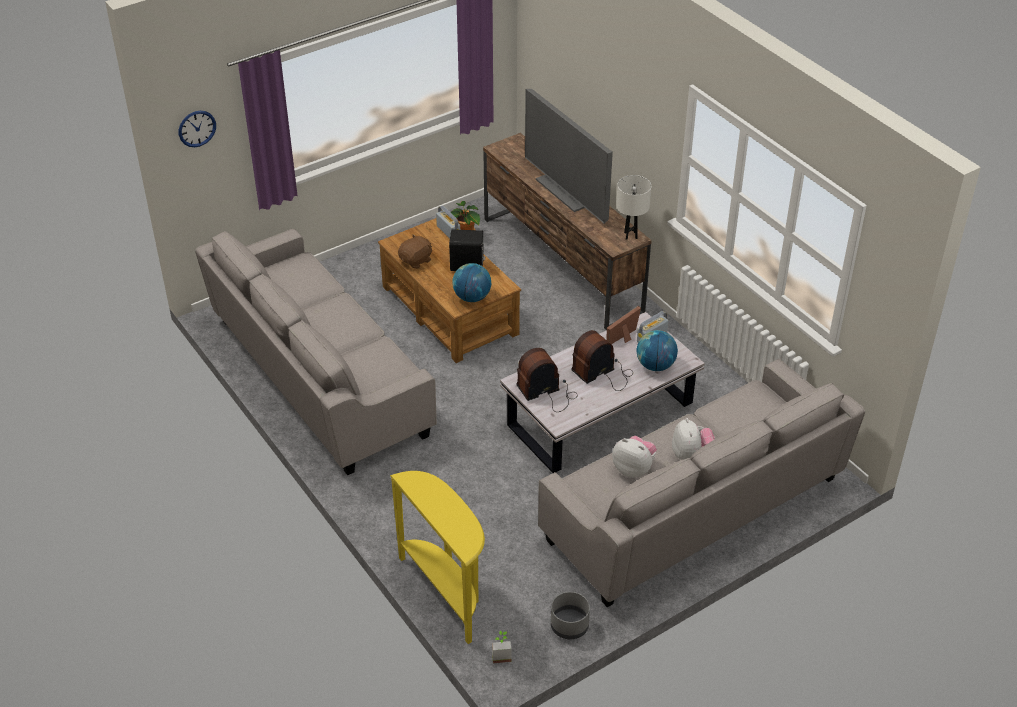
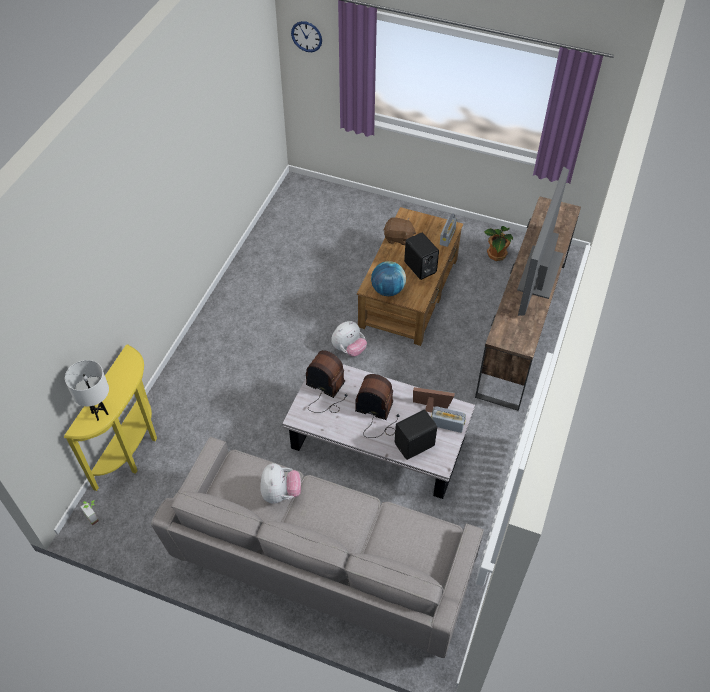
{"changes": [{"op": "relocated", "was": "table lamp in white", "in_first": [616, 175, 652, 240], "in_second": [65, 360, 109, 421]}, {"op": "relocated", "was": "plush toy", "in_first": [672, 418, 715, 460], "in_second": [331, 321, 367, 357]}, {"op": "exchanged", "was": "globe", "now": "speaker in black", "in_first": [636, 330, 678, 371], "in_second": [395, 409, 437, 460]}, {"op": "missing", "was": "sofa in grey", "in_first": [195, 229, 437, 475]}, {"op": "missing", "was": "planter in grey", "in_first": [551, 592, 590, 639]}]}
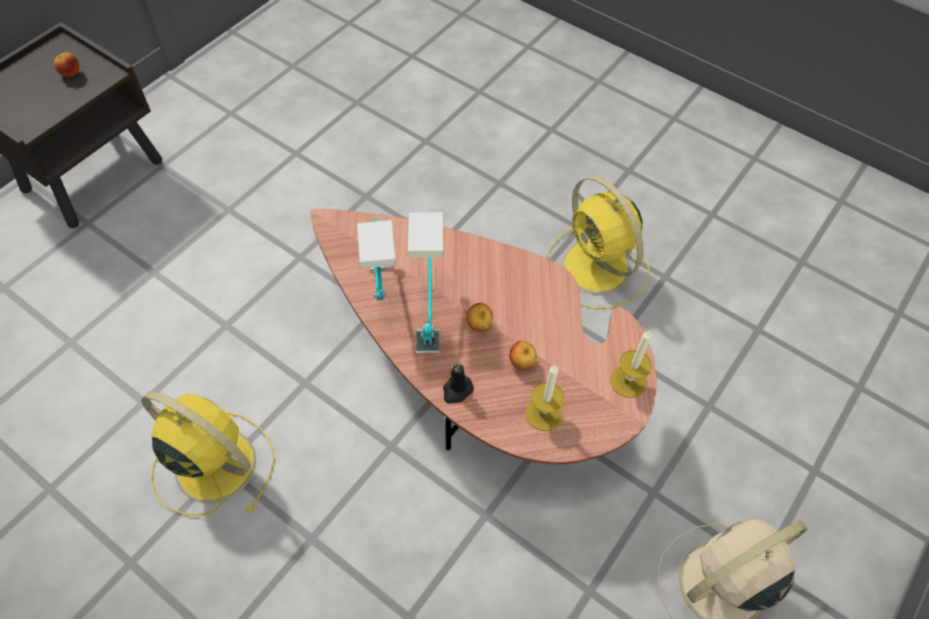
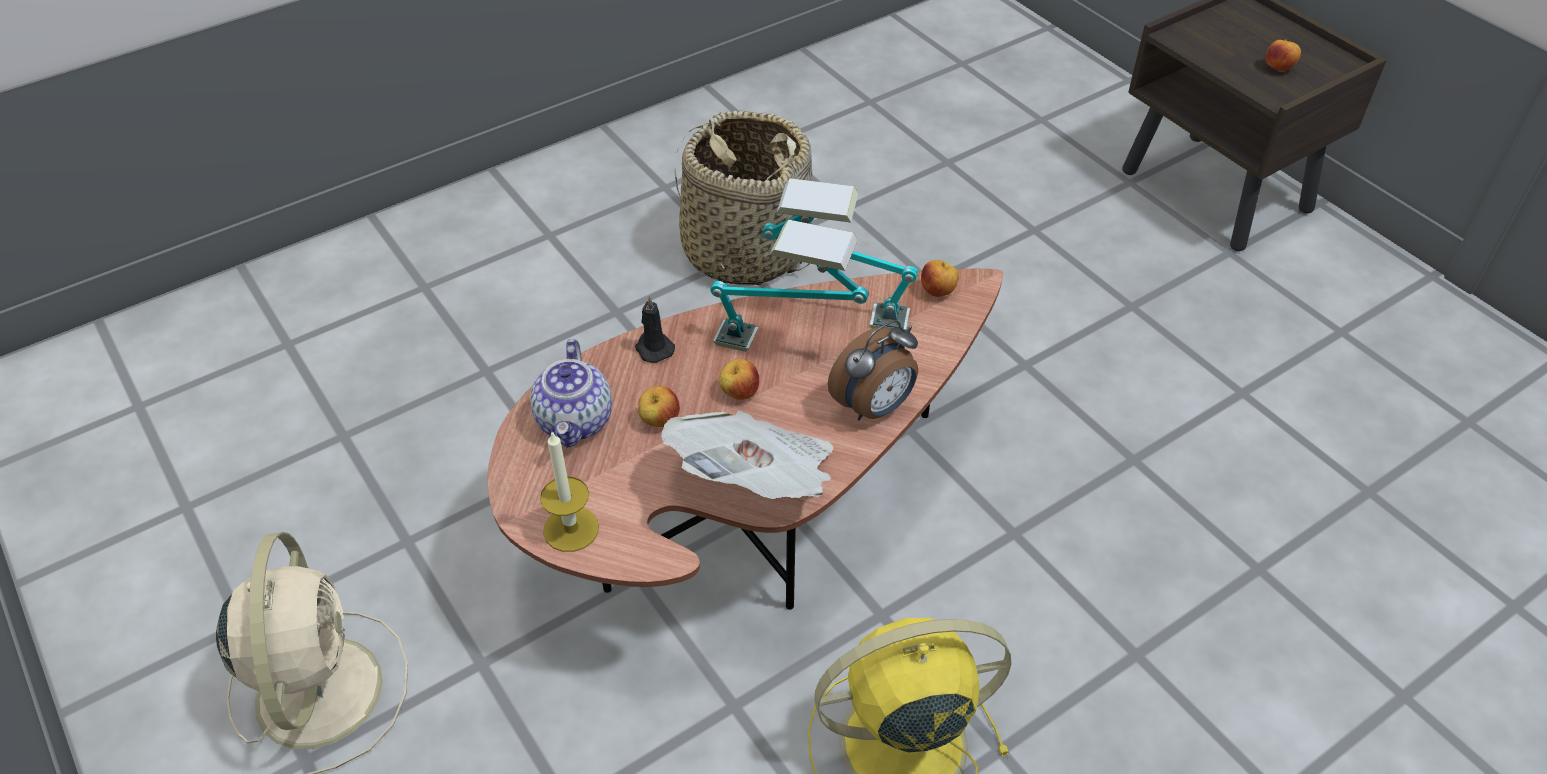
{"changes": [{"op": "exchanged", "was": "candle", "now": "teapot", "in_first": [525, 365, 564, 431], "in_second": [530, 339, 612, 448]}, {"op": "appeared", "now": "newspaper", "in_second": [661, 411, 834, 499]}, {"op": "exchanged", "was": "fan in yellow", "now": "basket", "in_first": [141, 391, 275, 515], "in_second": [674, 110, 813, 286]}, {"op": "appeared", "now": "alarm clock", "in_second": [828, 320, 918, 421]}, {"op": "appeared", "now": "apple", "in_second": [921, 260, 959, 297]}]}
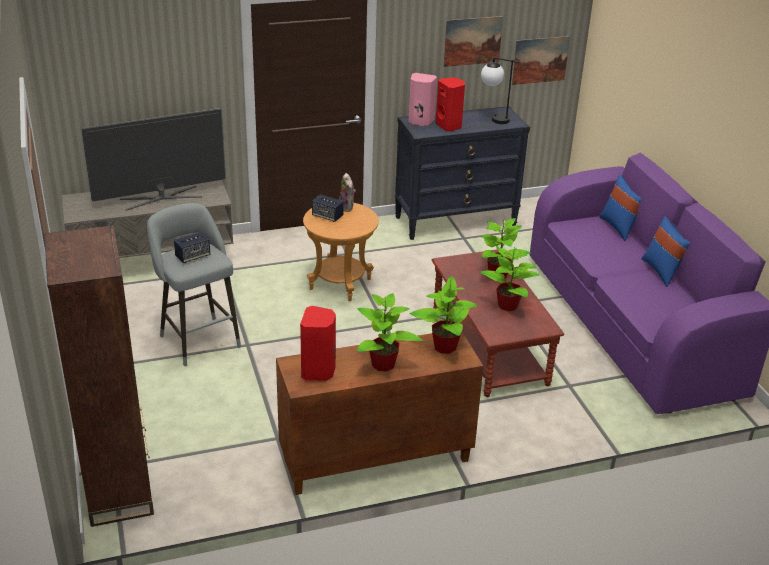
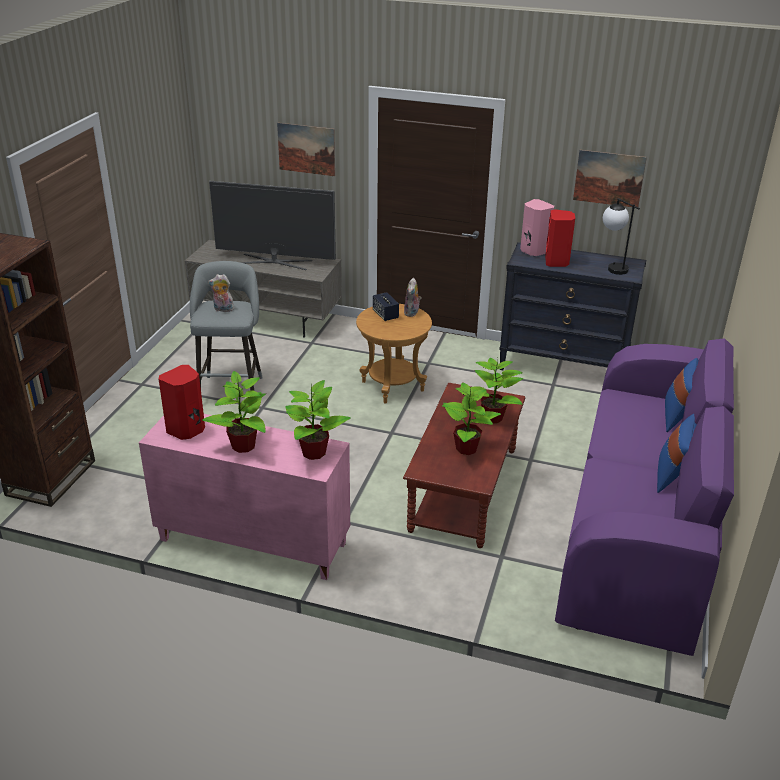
{"changes": [{"op": "colour", "was": "cabinet in brown", "now": "cabinet in pink", "in_first": [276, 332, 483, 495], "in_second": [139, 414, 350, 580]}, {"op": "exchanged", "was": "speaker", "now": "plush toy", "in_first": [174, 232, 210, 263], "in_second": [208, 274, 234, 312]}, {"op": "relocated", "was": "picture", "in_first": [512, 36, 570, 85], "in_second": [277, 122, 335, 176]}]}
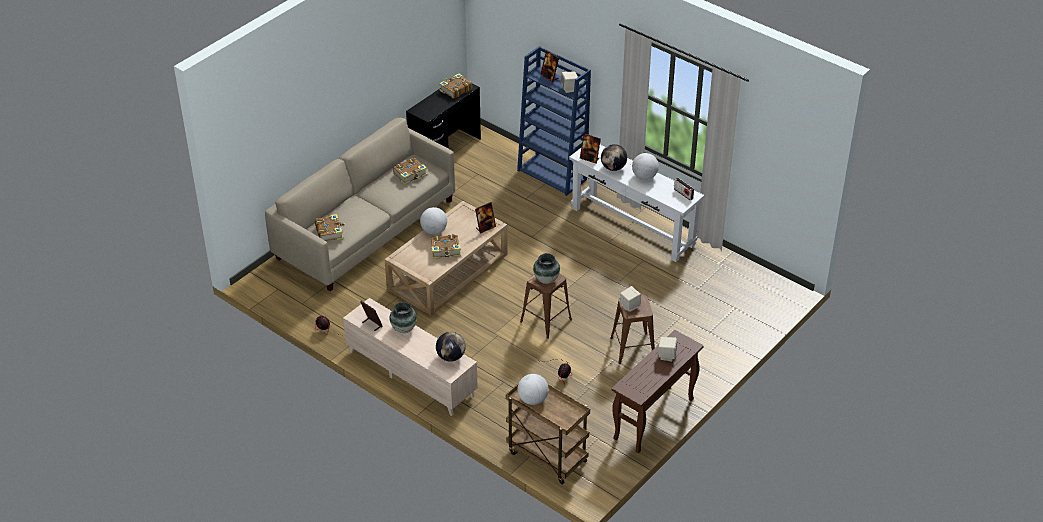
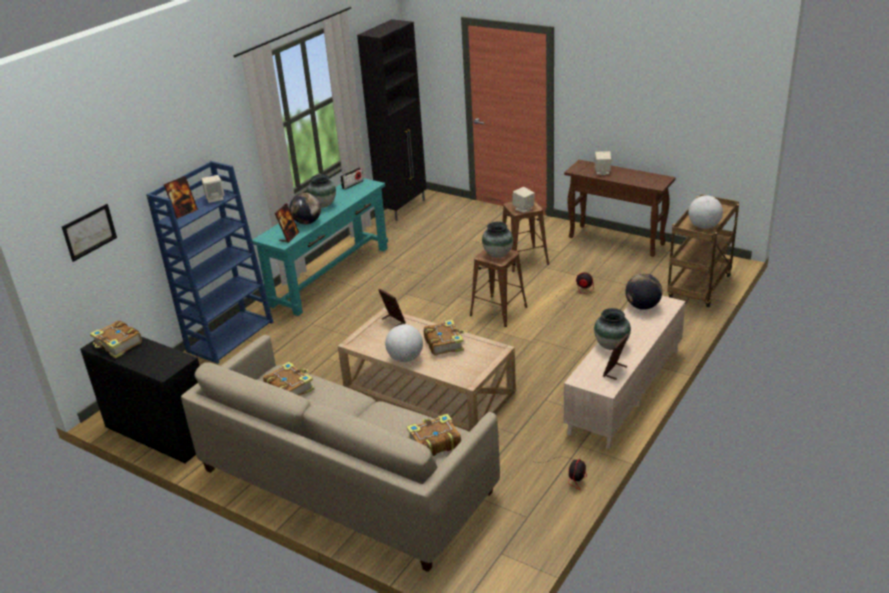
{"changes": [{"op": "appeared", "now": "picture", "in_second": [62, 204, 117, 262]}, {"op": "colour", "was": "console table in white", "now": "console table in turquoise", "in_first": [569, 145, 704, 262], "in_second": [252, 178, 388, 316]}, {"op": "exchanged", "was": "globe", "now": "vase", "in_first": [632, 153, 659, 180], "in_second": [307, 174, 336, 208]}, {"op": "appeared", "now": "cabinet in black", "in_second": [357, 19, 427, 221]}]}
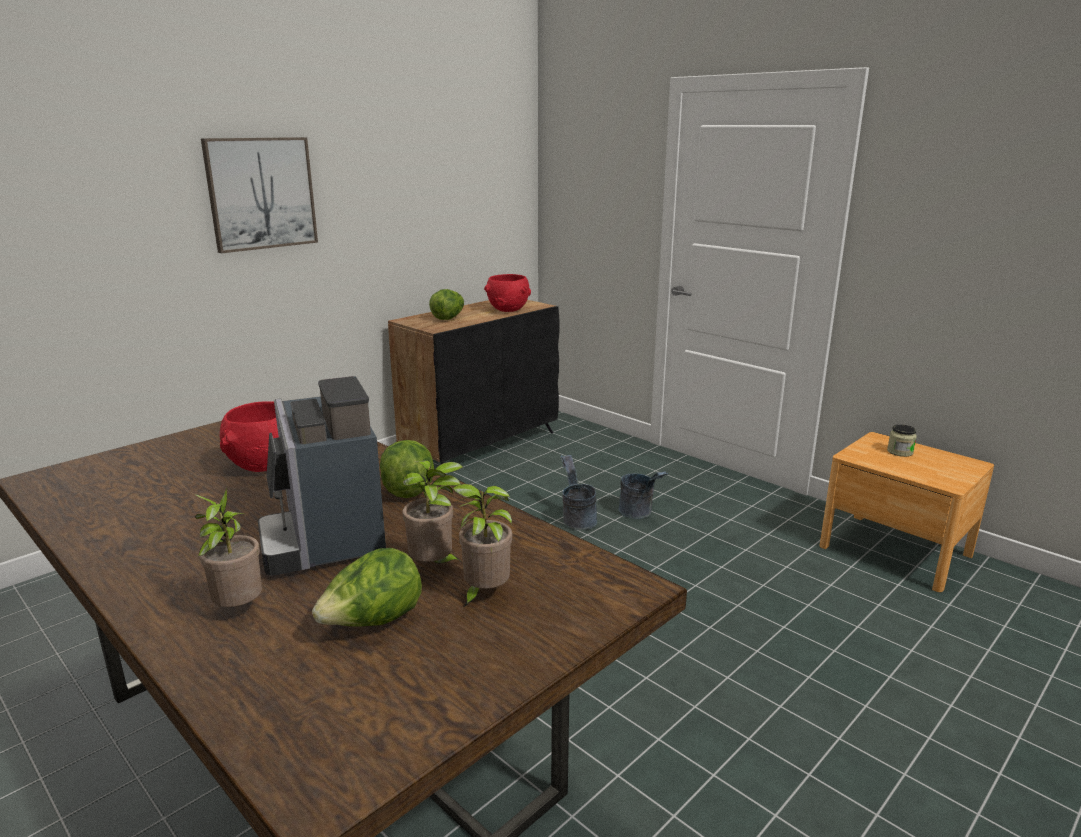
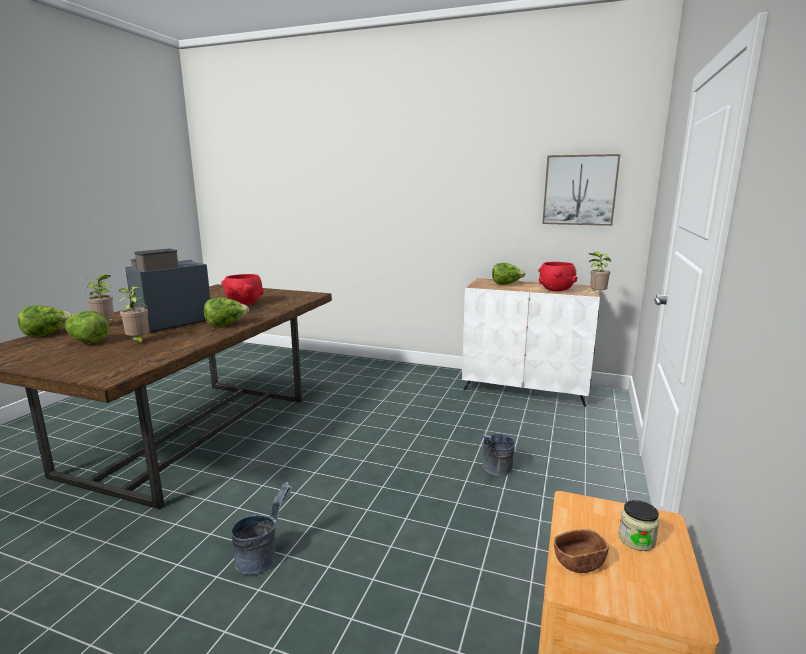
{"changes": [{"op": "appeared", "now": "lettuce", "in_second": [18, 305, 73, 337]}, {"op": "relocated", "was": "bucket in grey", "in_first": [560, 455, 597, 530], "in_second": [231, 482, 292, 575]}, {"op": "colour", "was": "cabinet in black", "now": "cabinet in white", "in_first": [388, 300, 560, 464], "in_second": [462, 278, 600, 407]}, {"op": "relocated", "was": "picture", "in_first": [201, 137, 318, 253], "in_second": [542, 154, 620, 226]}, {"op": "appeared", "now": "bowl in brown", "in_second": [554, 529, 609, 573]}, {"op": "relocated", "was": "potted plant", "in_first": [452, 484, 512, 608], "in_second": [587, 252, 611, 293]}]}
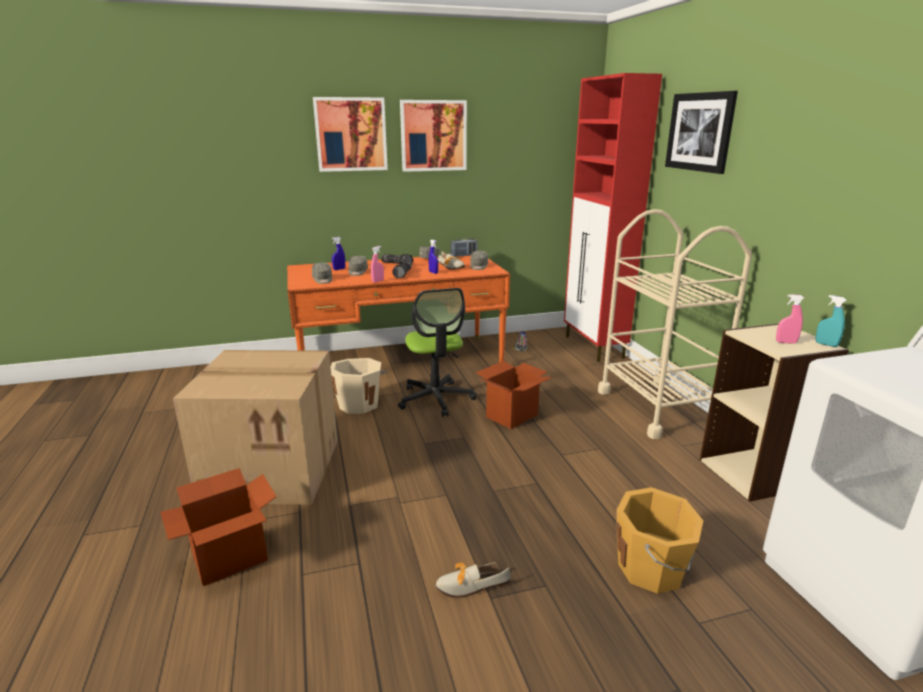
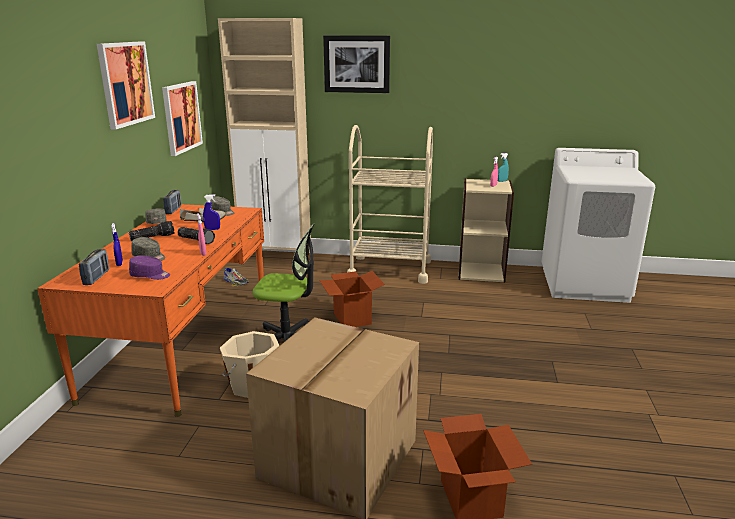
{"changes": [{"op": "appeared", "now": "radio", "in_second": [79, 249, 109, 285]}, {"op": "colour", "was": "cap in grey", "now": "cap in purple", "in_first": [312, 262, 332, 284], "in_second": [129, 255, 170, 280]}, {"op": "relocated", "was": "picture", "in_first": [313, 97, 388, 172], "in_second": [162, 81, 203, 156]}, {"op": "colour", "was": "cabinet in red", "now": "cabinet in beige", "in_first": [564, 73, 662, 362], "in_second": [218, 18, 311, 255]}, {"op": "missing", "was": "shoe", "in_first": [435, 562, 511, 598]}, {"op": "missing", "was": "bucket in orange", "in_first": [616, 487, 703, 594]}]}
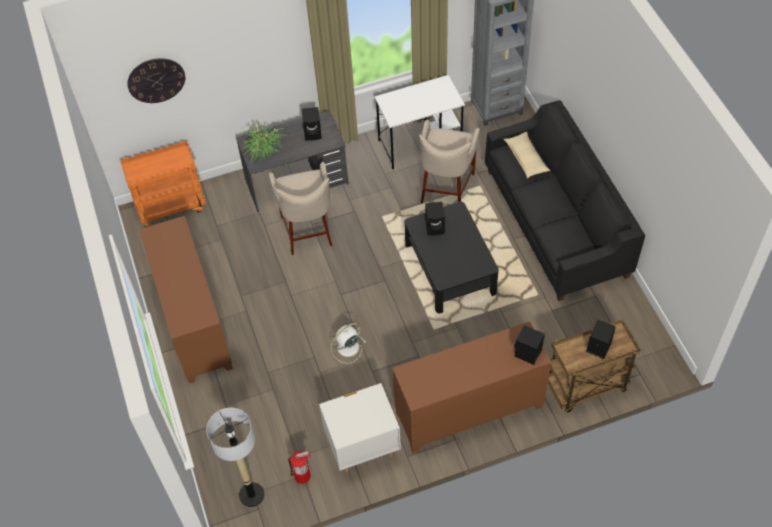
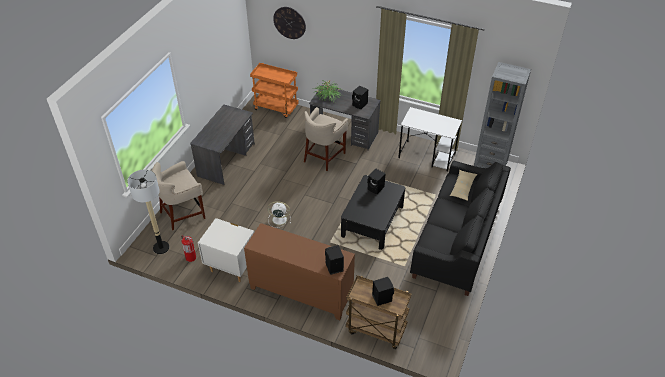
{"changes": [{"op": "relocated", "was": "stool in beige", "in_first": [419, 120, 480, 204], "in_second": [151, 161, 206, 231]}, {"op": "exchanged", "was": "cabinet in brown", "now": "desk in grey", "in_first": [139, 216, 233, 384], "in_second": [190, 105, 255, 185]}]}
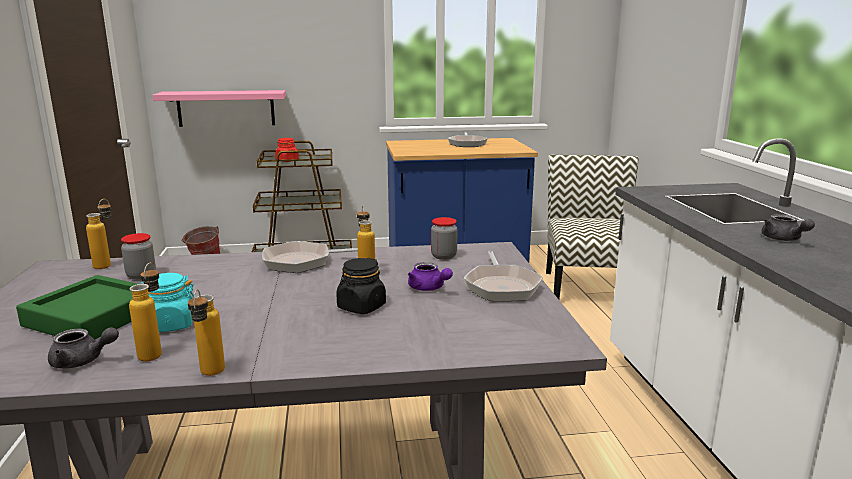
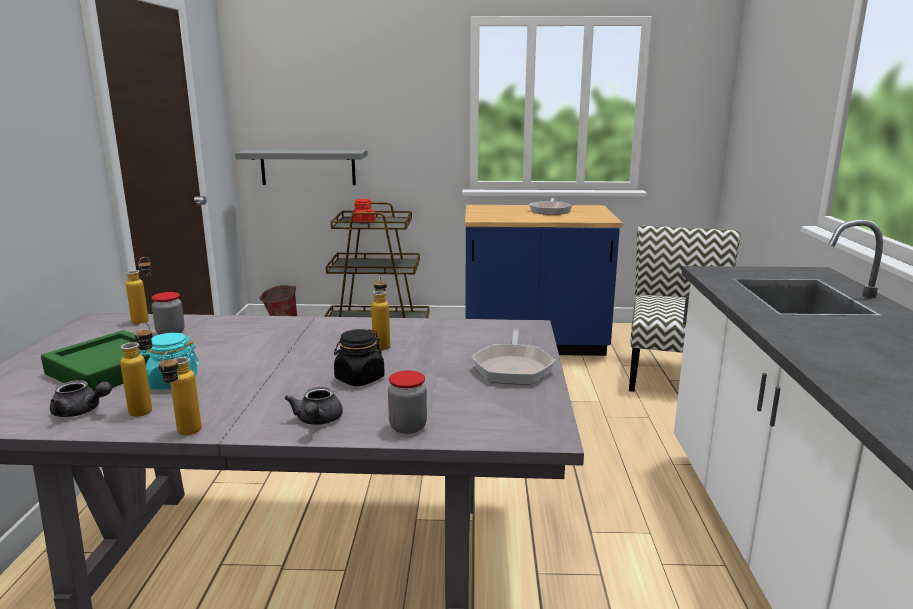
{"changes": [{"op": "colour", "was": "shelf in pink", "now": "shelf in grey", "in_first": [152, 90, 286, 127], "in_second": [235, 150, 368, 185]}, {"op": "relocated", "was": "teapot in grey", "in_first": [762, 214, 815, 241], "in_second": [285, 387, 343, 425]}, {"op": "relocated", "was": "jar", "in_first": [431, 217, 457, 260], "in_second": [388, 371, 427, 434]}, {"op": "missing", "was": "frying pan", "in_first": [262, 241, 358, 273]}, {"op": "missing", "was": "teapot in purple", "in_first": [408, 262, 453, 291]}]}
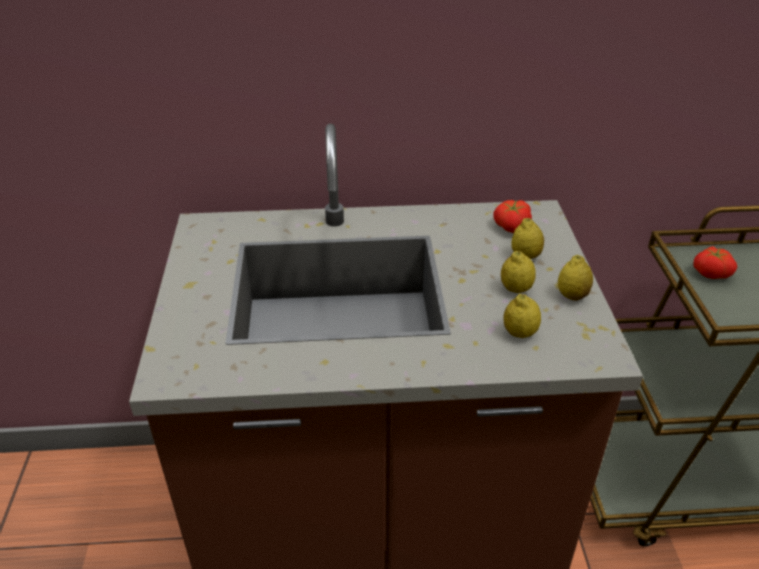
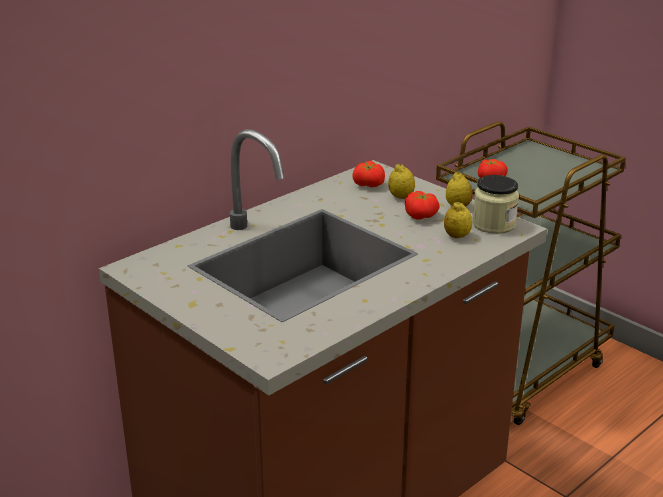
{"changes": [{"op": "exchanged", "was": "lemon", "now": "tomato", "in_first": [501, 251, 536, 293], "in_second": [405, 191, 440, 220]}, {"op": "appeared", "now": "jar", "in_second": [472, 175, 519, 234]}]}
